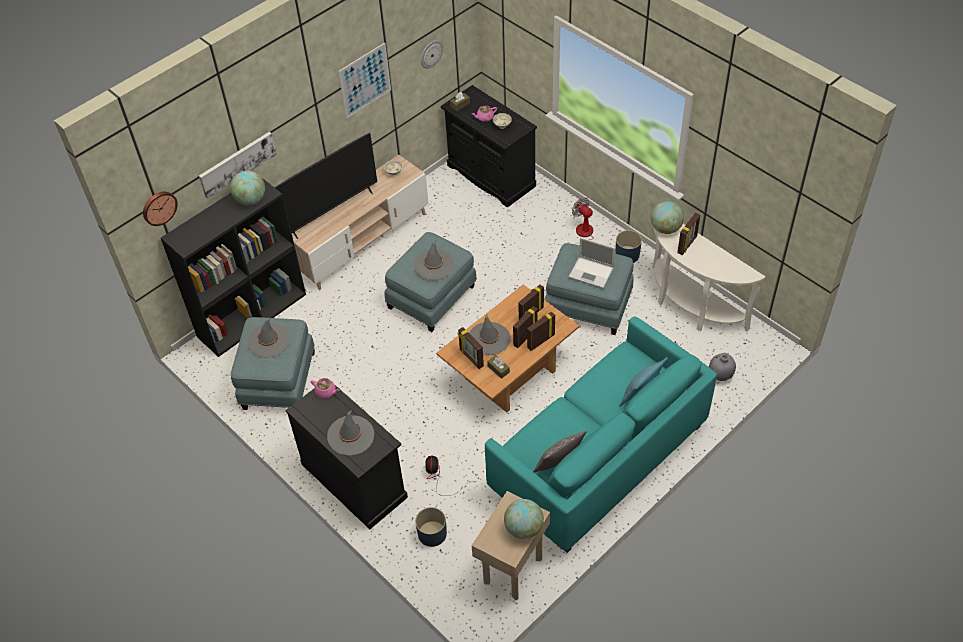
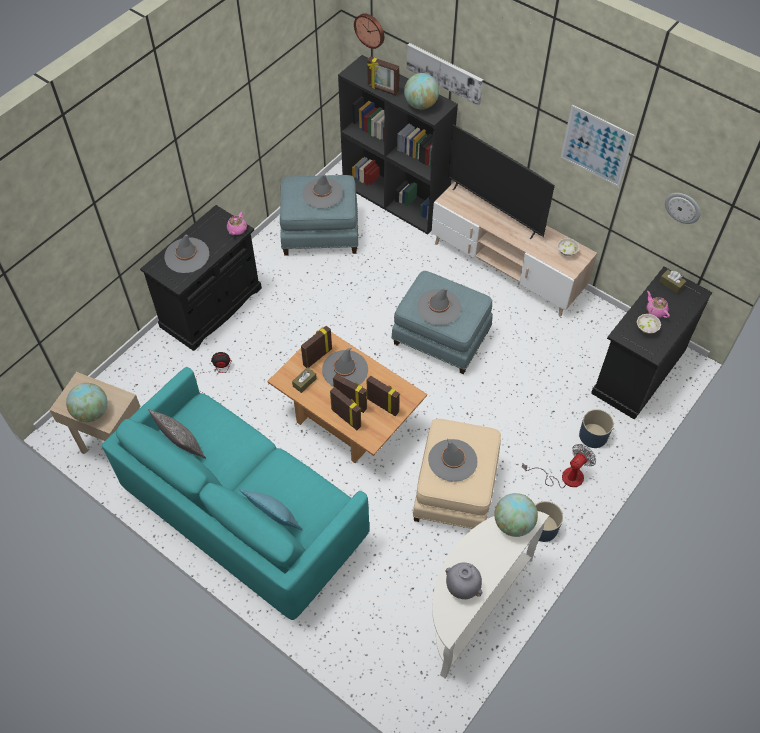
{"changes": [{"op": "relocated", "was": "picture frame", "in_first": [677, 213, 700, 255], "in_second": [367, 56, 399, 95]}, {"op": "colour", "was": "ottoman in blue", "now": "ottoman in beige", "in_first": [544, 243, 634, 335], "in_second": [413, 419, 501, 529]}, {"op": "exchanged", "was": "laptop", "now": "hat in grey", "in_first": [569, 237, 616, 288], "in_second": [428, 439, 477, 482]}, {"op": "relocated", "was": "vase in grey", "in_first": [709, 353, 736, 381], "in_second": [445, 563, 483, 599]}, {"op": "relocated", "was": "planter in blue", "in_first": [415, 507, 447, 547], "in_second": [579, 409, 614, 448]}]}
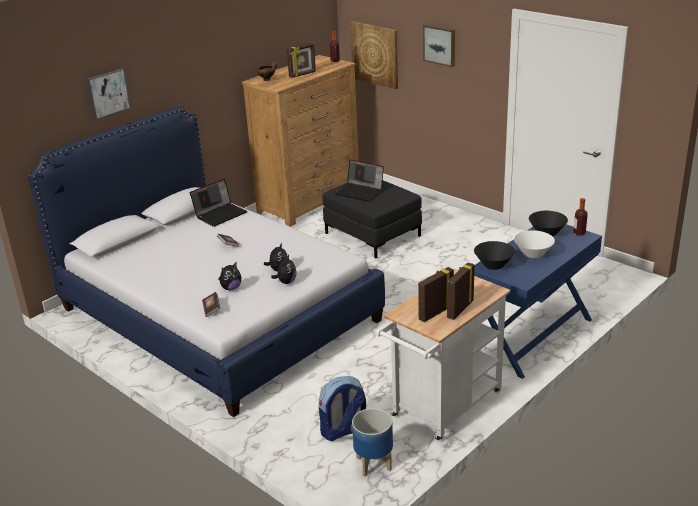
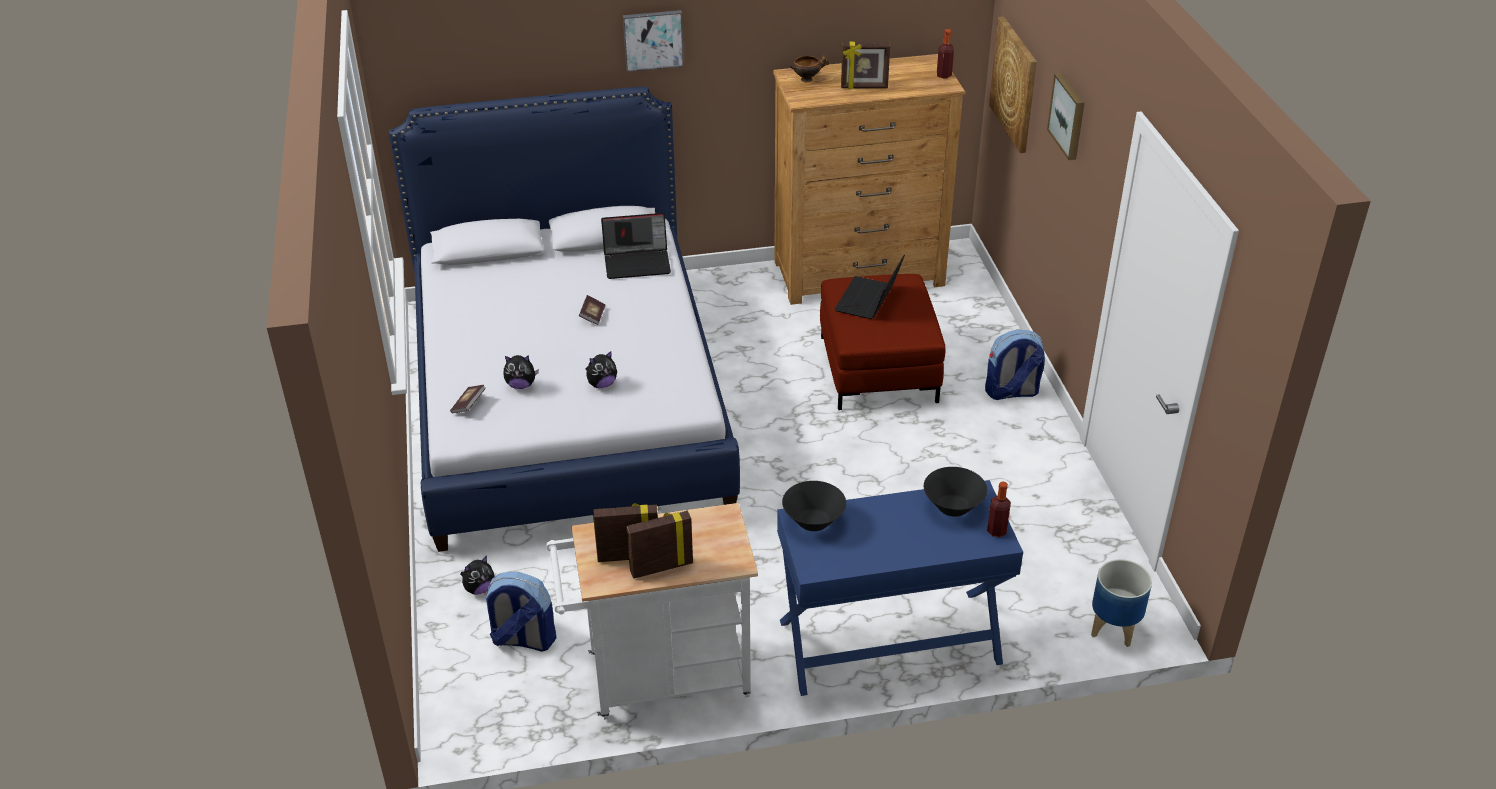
{"changes": [{"op": "relocated", "was": "plush toy", "in_first": [271, 255, 297, 284], "in_second": [460, 556, 494, 595]}, {"op": "relocated", "was": "picture", "in_first": [87, 68, 131, 120], "in_second": [623, 10, 684, 72]}, {"op": "colour", "was": "ottoman in black", "now": "ottoman in red", "in_first": [322, 180, 422, 258], "in_second": [820, 274, 946, 410]}, {"op": "spun", "was": "laptop", "in_first": [335, 160, 384, 201], "in_second": [834, 255, 905, 319], "clockwise": 45}, {"op": "appeared", "now": "backpack", "in_second": [985, 329, 1045, 400]}, {"op": "relocated", "was": "planter", "in_first": [352, 408, 393, 476], "in_second": [1091, 559, 1152, 647]}, {"op": "missing", "was": "bowl in white", "in_first": [514, 230, 555, 258]}]}
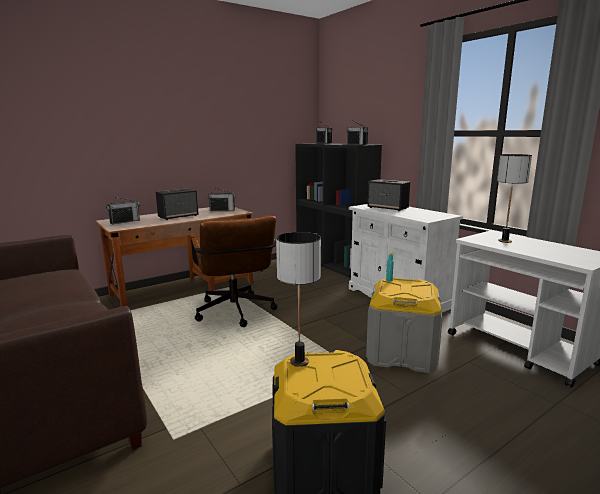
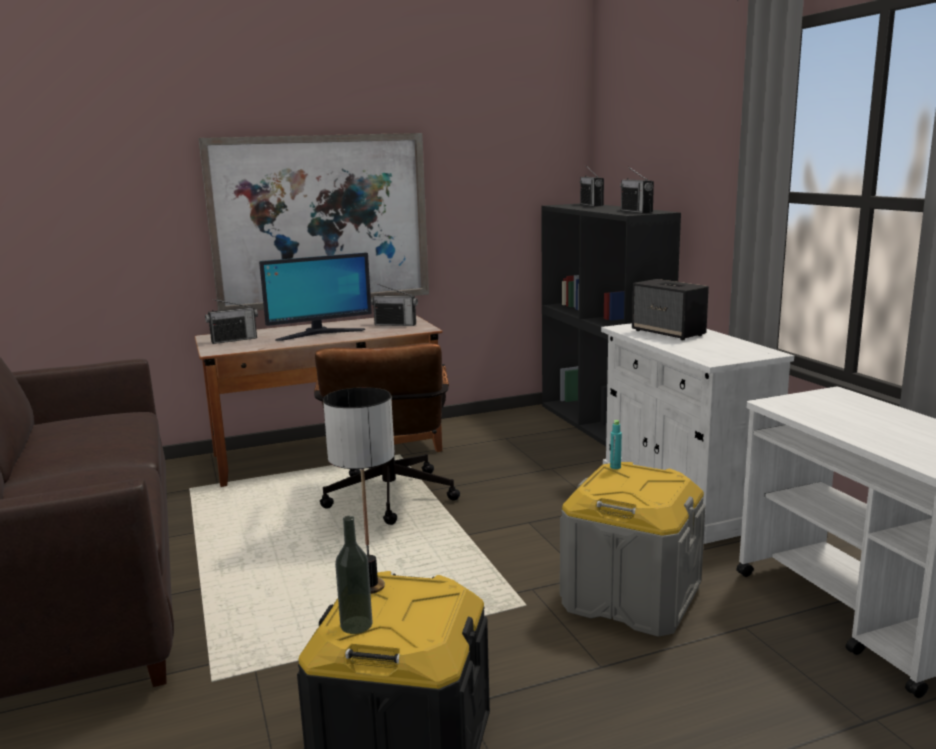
{"changes": [{"op": "appeared", "now": "picture", "in_second": [198, 133, 429, 311]}, {"op": "exchanged", "was": "speaker", "now": "monitor", "in_first": [156, 188, 199, 220], "in_second": [259, 252, 372, 341]}, {"op": "appeared", "now": "bottle", "in_second": [335, 516, 373, 634]}, {"op": "missing", "was": "table lamp", "in_first": [497, 154, 532, 243]}]}
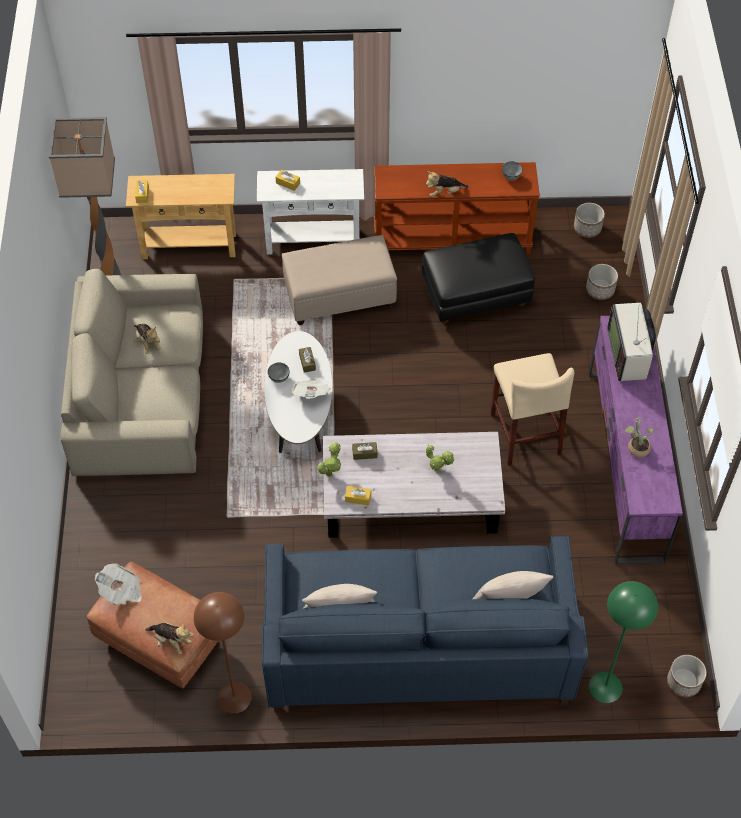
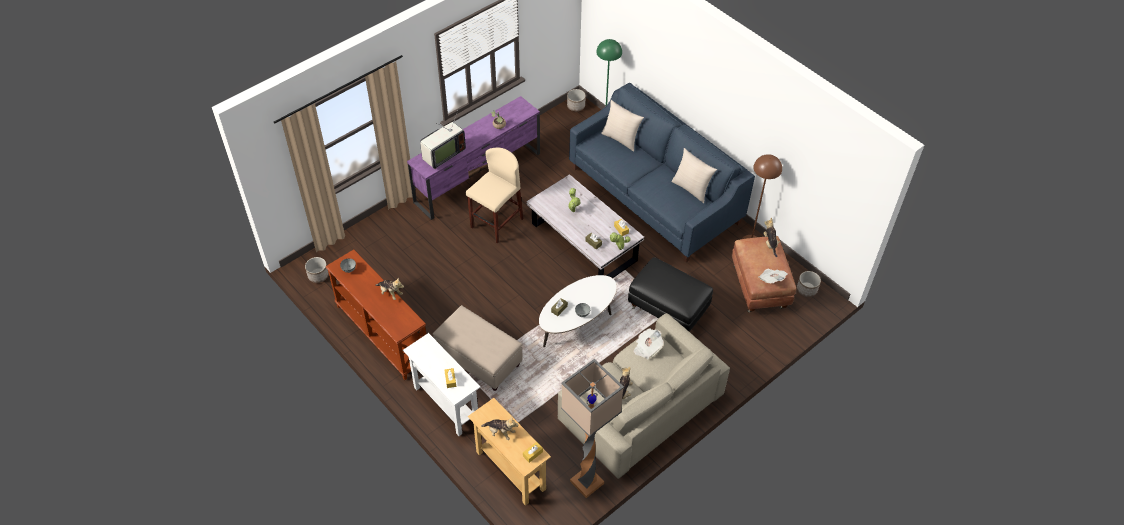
{"changes": [{"op": "appeared", "now": "plush toy", "in_second": [481, 417, 518, 440]}, {"op": "relocated", "was": "ottoman in black", "in_first": [422, 233, 535, 324], "in_second": [628, 257, 713, 332]}, {"op": "relocated", "was": "newspaper", "in_first": [291, 378, 330, 399], "in_second": [633, 328, 664, 359]}, {"op": "relocated", "was": "planter", "in_first": [586, 264, 618, 300], "in_second": [797, 271, 821, 297]}]}
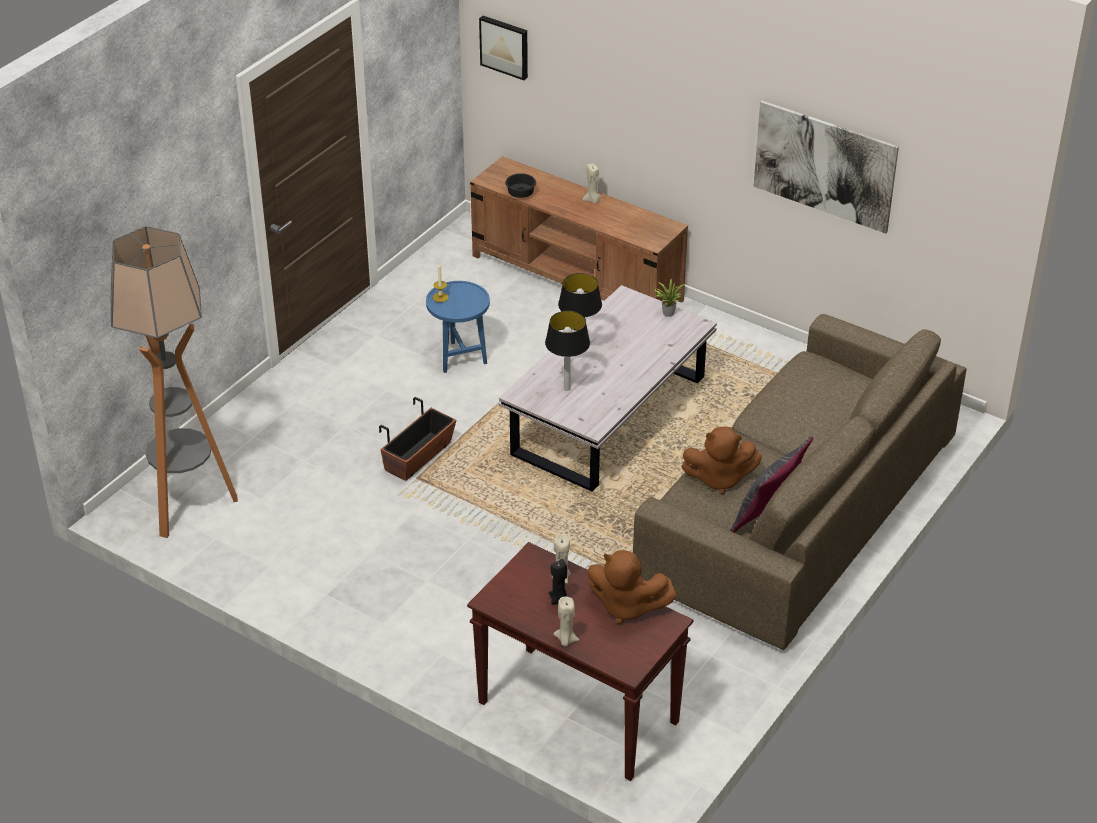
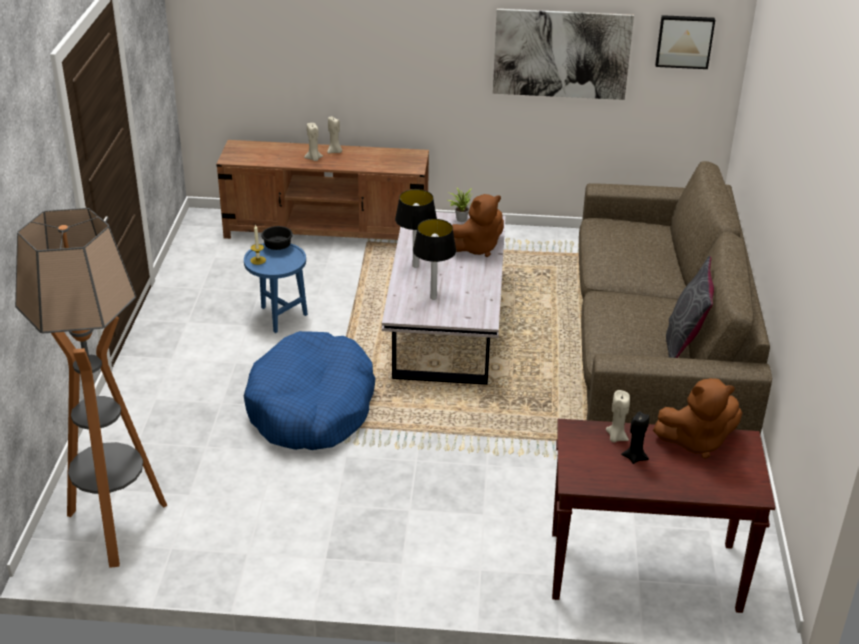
{"changes": [{"op": "exchanged", "was": "planter", "now": "dog bed in blue", "in_first": [379, 397, 457, 481], "in_second": [244, 331, 375, 450]}, {"op": "relocated", "was": "bowl in black", "in_first": [505, 173, 536, 198], "in_second": [261, 226, 293, 250]}, {"op": "relocated", "was": "candle in beige", "in_first": [554, 597, 579, 646], "in_second": [304, 123, 323, 161]}, {"op": "relocated", "was": "plush toy in brown", "in_first": [681, 426, 762, 494], "in_second": [452, 194, 504, 257]}, {"op": "relocated", "was": "picture", "in_first": [479, 16, 528, 80], "in_second": [655, 15, 715, 69]}]}
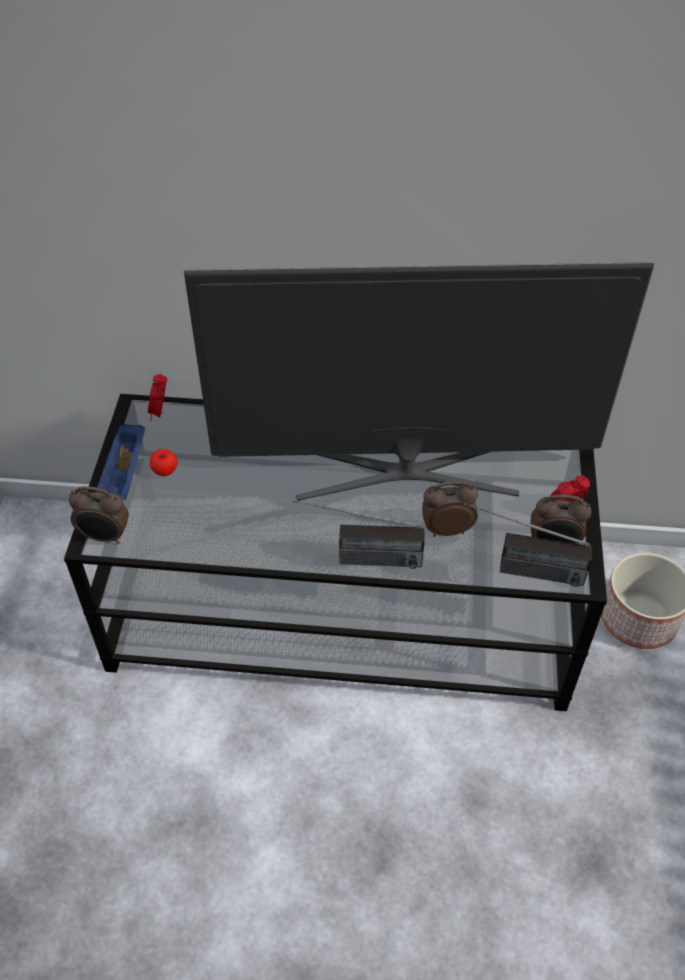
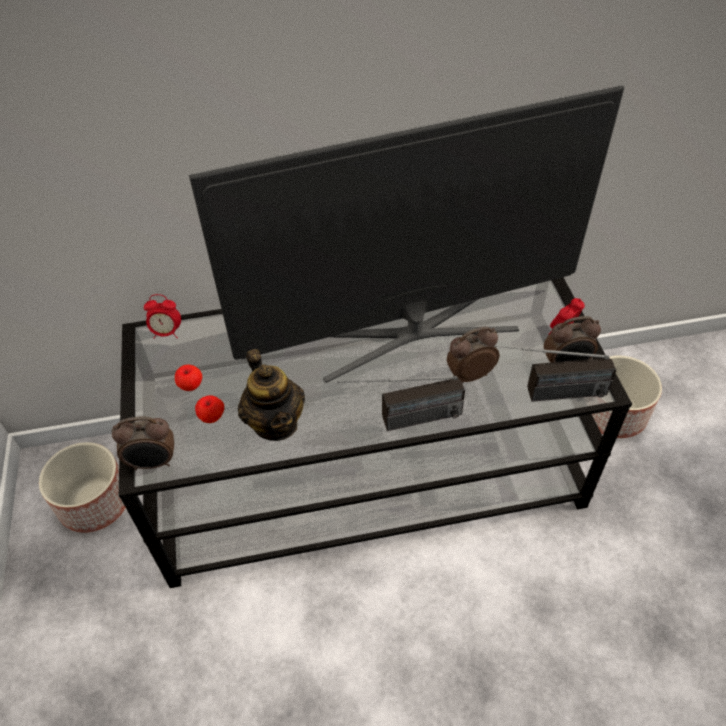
{"changes": [{"op": "appeared", "now": "planter", "in_second": [39, 442, 126, 533]}, {"op": "spun", "was": "alarm clock", "in_first": [148, 373, 167, 421], "in_second": [144, 294, 181, 339], "clockwise": -75}, {"op": "appeared", "now": "apple", "in_second": [195, 395, 224, 423]}, {"op": "appeared", "now": "teapot", "in_second": [238, 349, 305, 441]}, {"op": "missing", "was": "tray in blue", "in_first": [96, 423, 145, 500]}]}
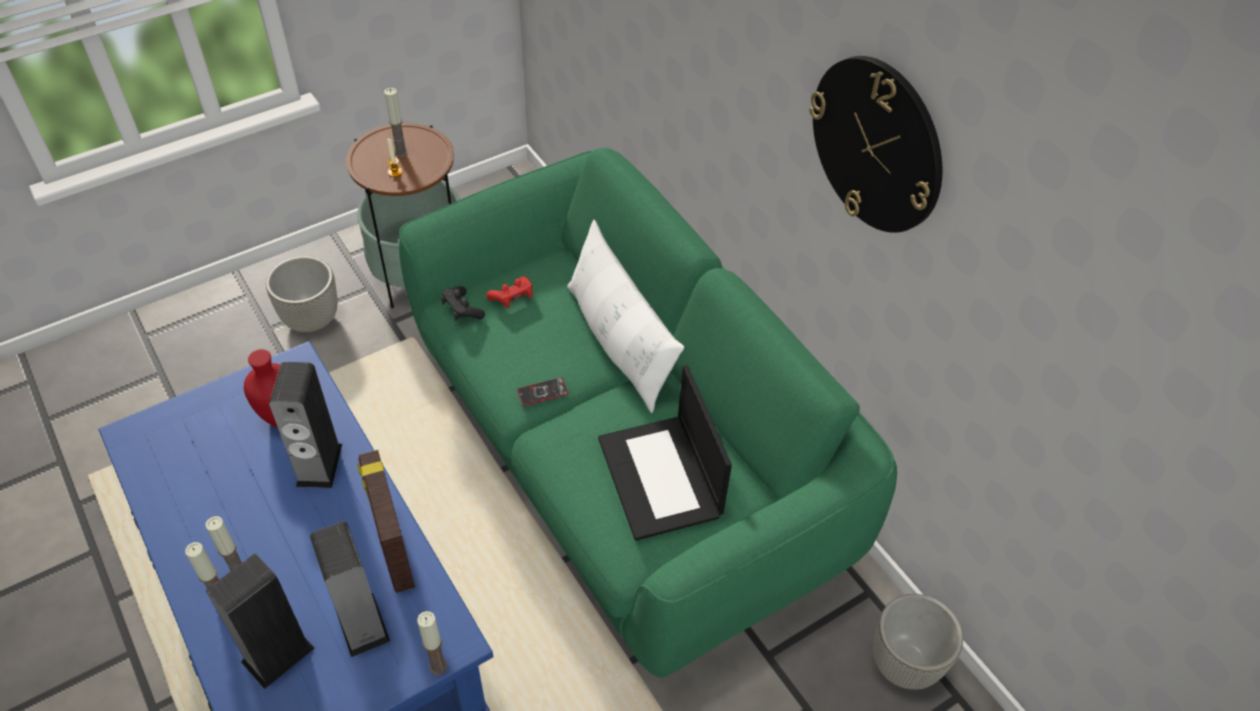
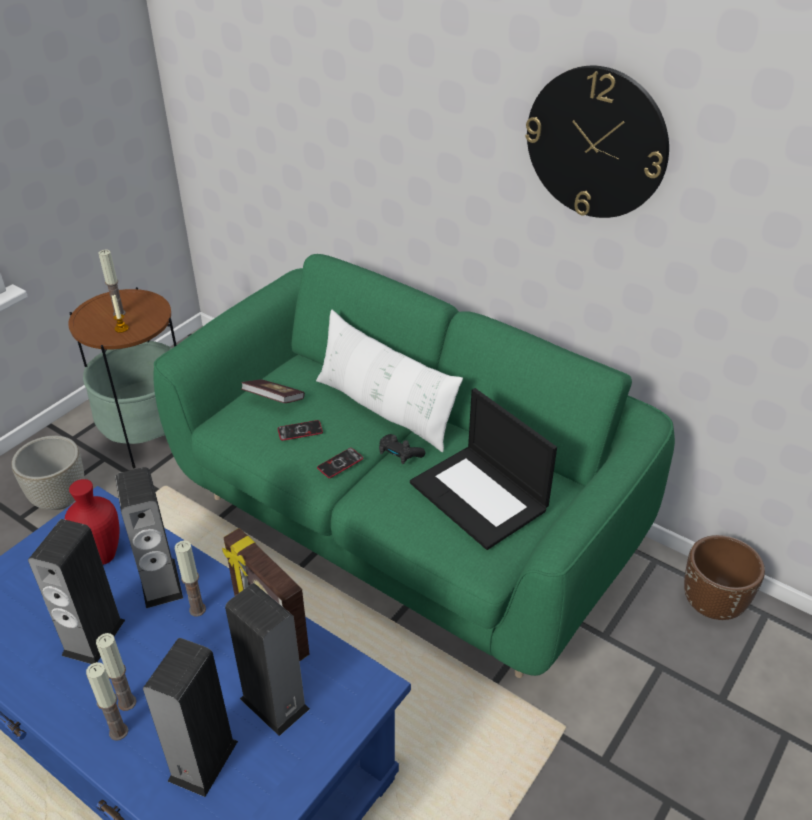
{"changes": [{"op": "appeared", "now": "speaker", "in_second": [28, 519, 125, 664]}, {"op": "relocated", "was": "candle", "in_first": [417, 611, 447, 675], "in_second": [175, 540, 206, 616]}, {"op": "exchanged", "was": "game controller in red", "now": "book", "in_first": [486, 276, 532, 308], "in_second": [241, 379, 305, 403]}, {"op": "appeared", "now": "phone", "in_second": [277, 420, 323, 441]}, {"op": "relocated", "was": "game controller in black", "in_first": [441, 286, 485, 321], "in_second": [379, 434, 426, 464]}, {"op": "colour", "was": "planter in grey", "now": "planter in brown", "in_first": [873, 594, 963, 690], "in_second": [684, 535, 765, 620]}]}
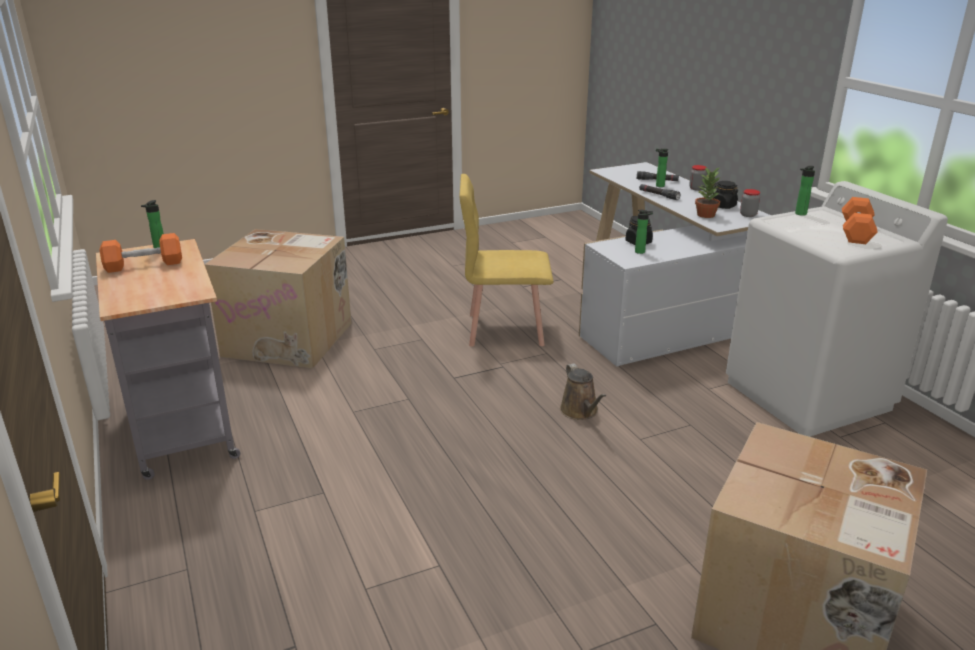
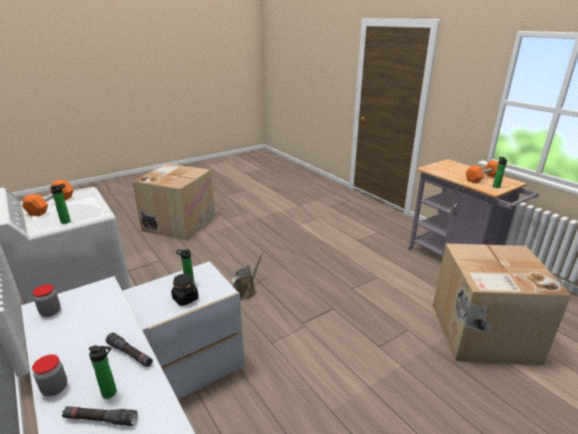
{"changes": [{"op": "spun", "was": "watering can in brown", "in_first": [560, 363, 606, 420], "in_second": [230, 252, 264, 300], "clockwise": 60}, {"op": "missing", "was": "chair in yellow", "in_first": [459, 174, 554, 347]}, {"op": "missing", "was": "potted plant", "in_first": [695, 167, 720, 218]}, {"op": "missing", "was": "jar in black", "in_first": [714, 181, 738, 209]}]}
